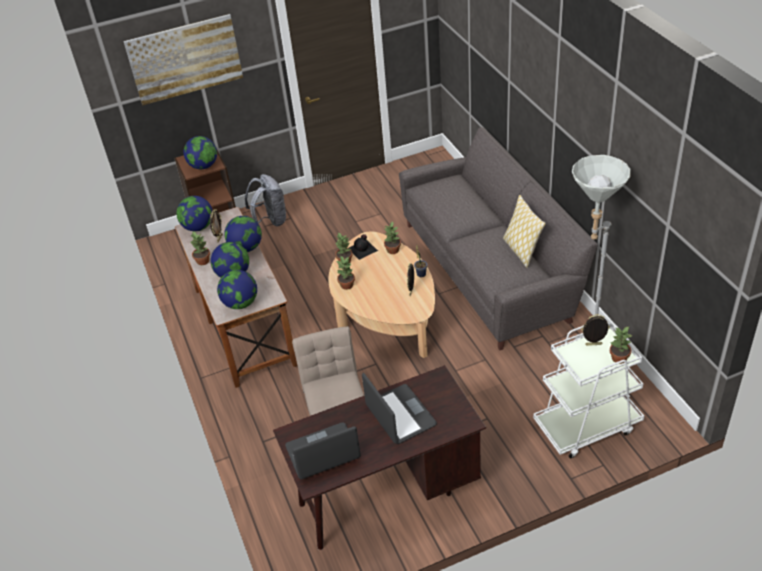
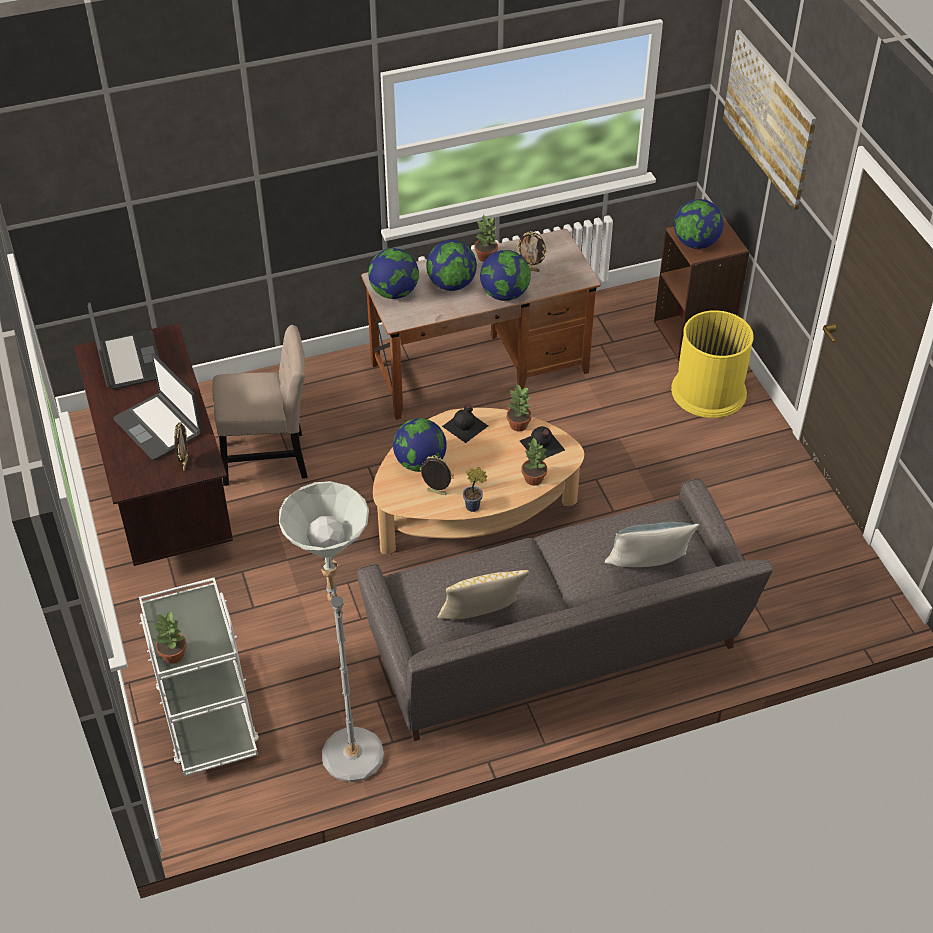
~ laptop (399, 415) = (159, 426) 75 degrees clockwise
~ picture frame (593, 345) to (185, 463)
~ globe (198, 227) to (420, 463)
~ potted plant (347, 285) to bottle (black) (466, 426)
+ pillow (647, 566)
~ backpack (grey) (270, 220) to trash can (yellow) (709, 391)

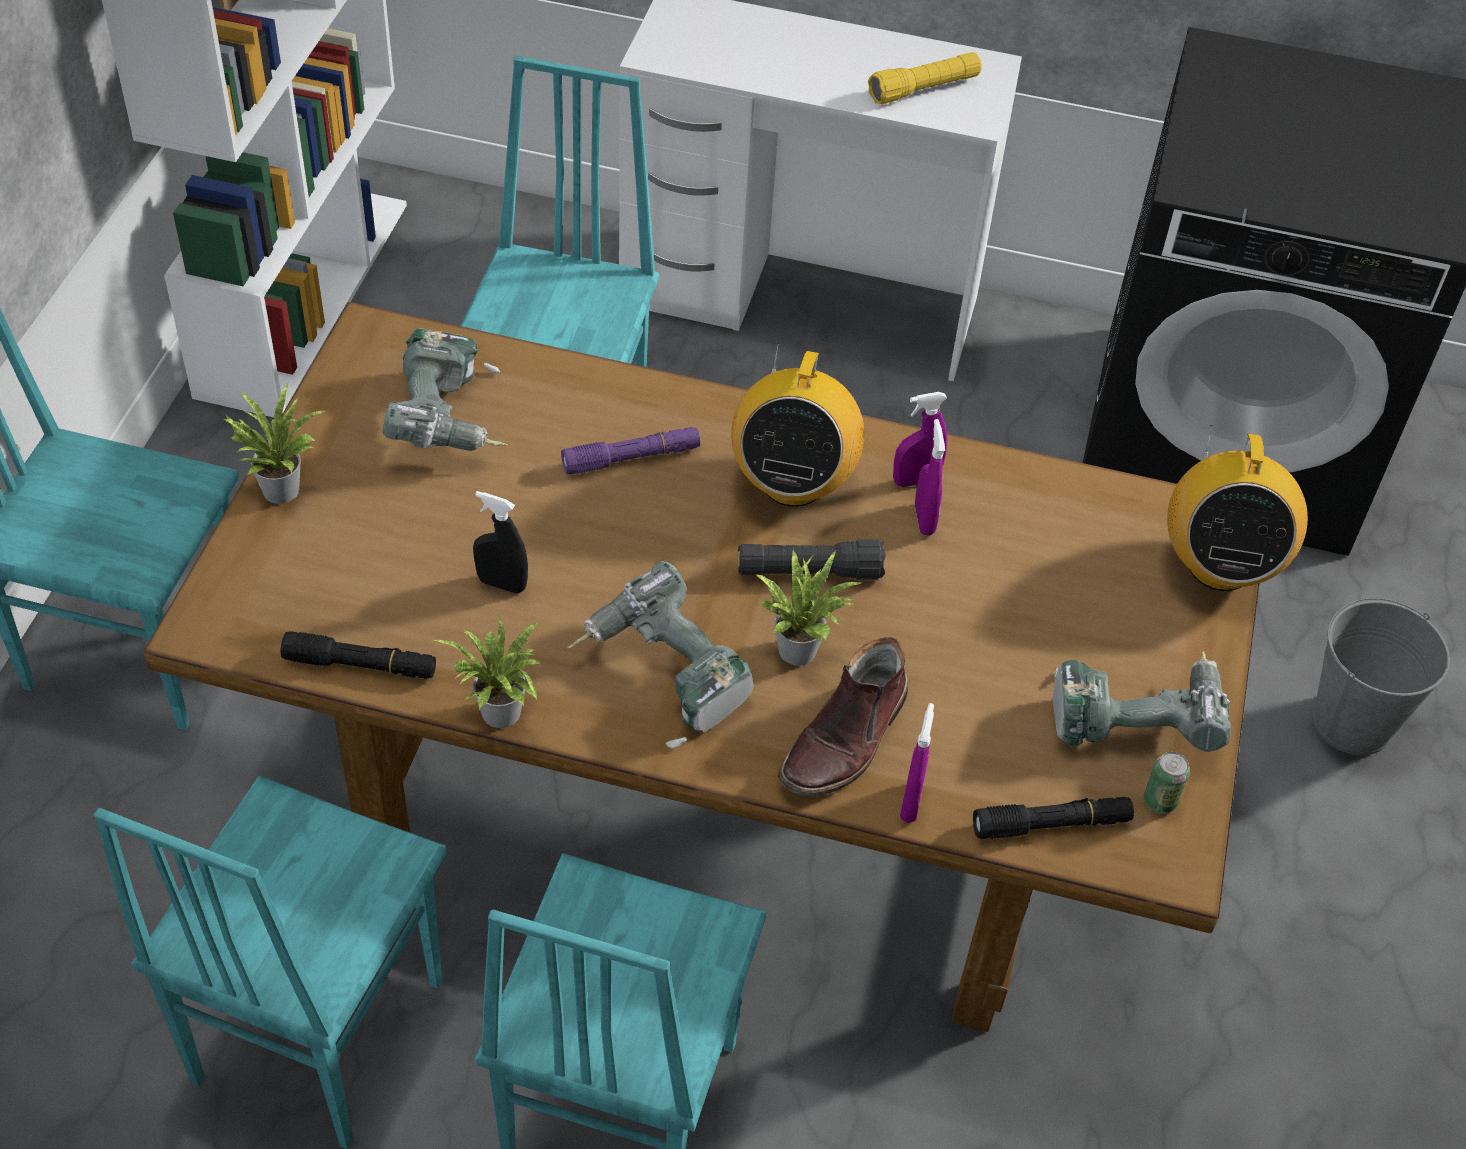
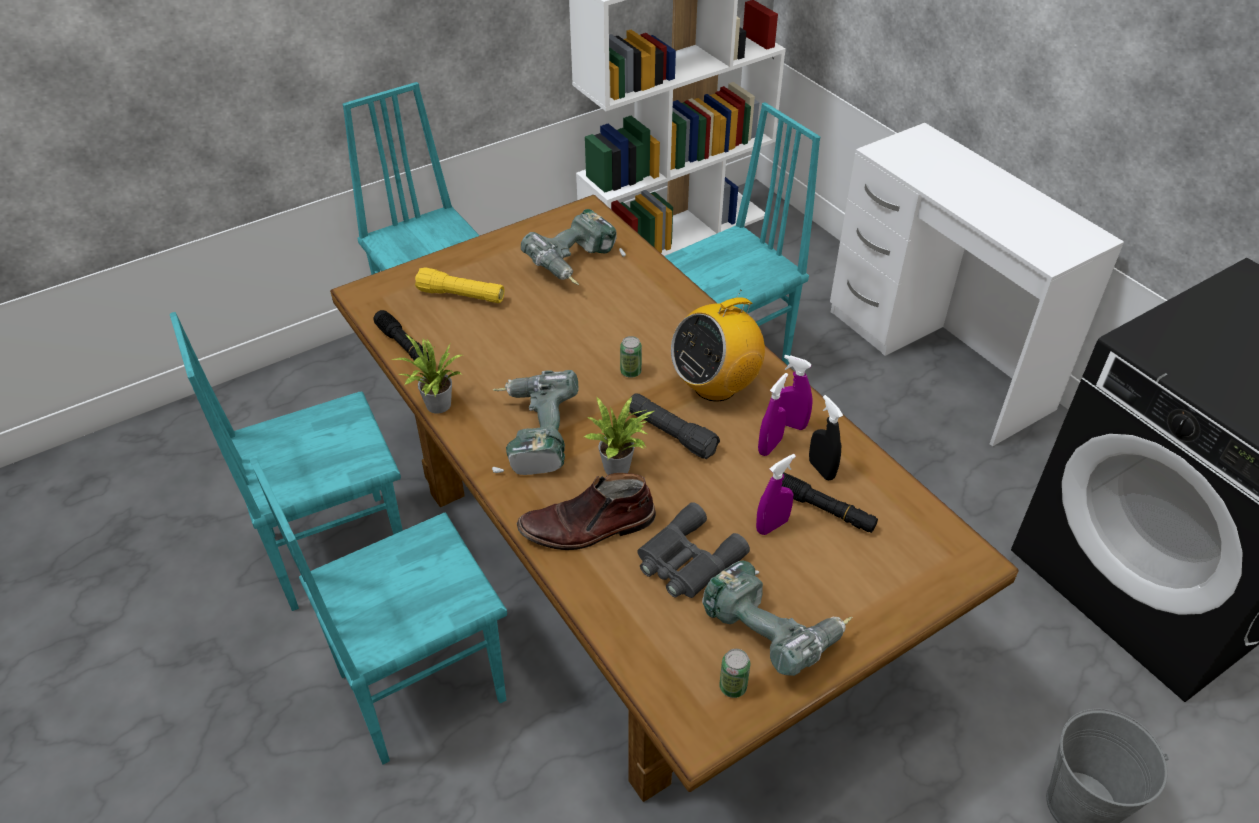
~ flashlight (yellow) (924, 89) to (461, 296)
+ can (630, 372)
+ binoculars (grey) (686, 561)
~ spray bottle (purple) (911, 802) to (772, 525)
~ flashlight (black) (1051, 825) to (823, 509)
~ spray bottle (black) (502, 584) to (821, 469)
- potted plant (279, 487)
- flashlight (purple) (631, 458)
- radio (1219, 565)

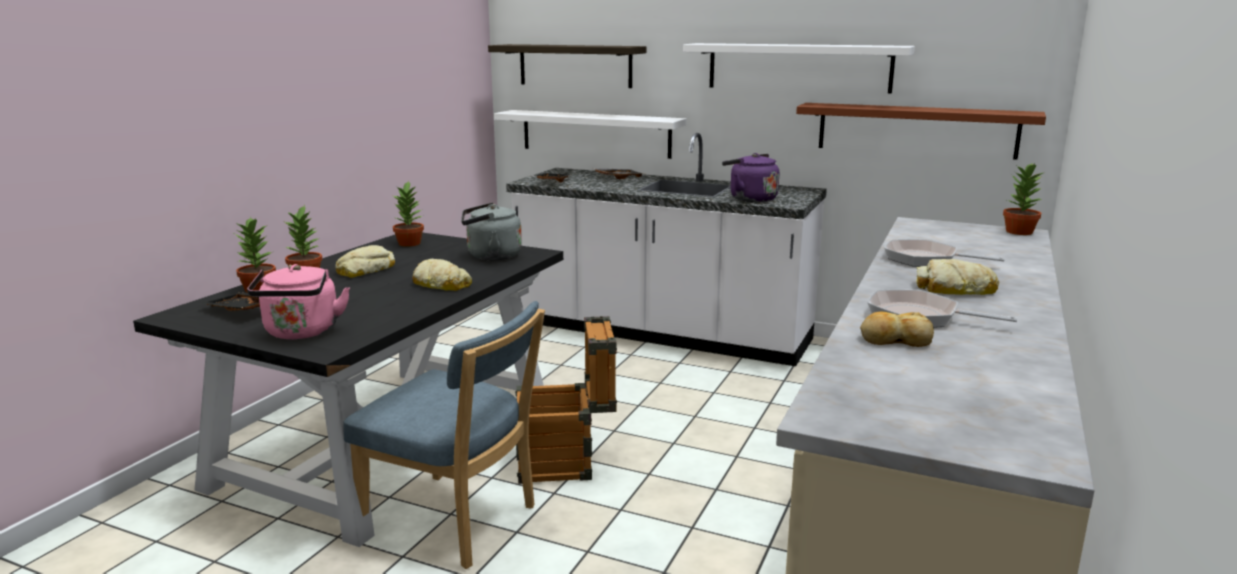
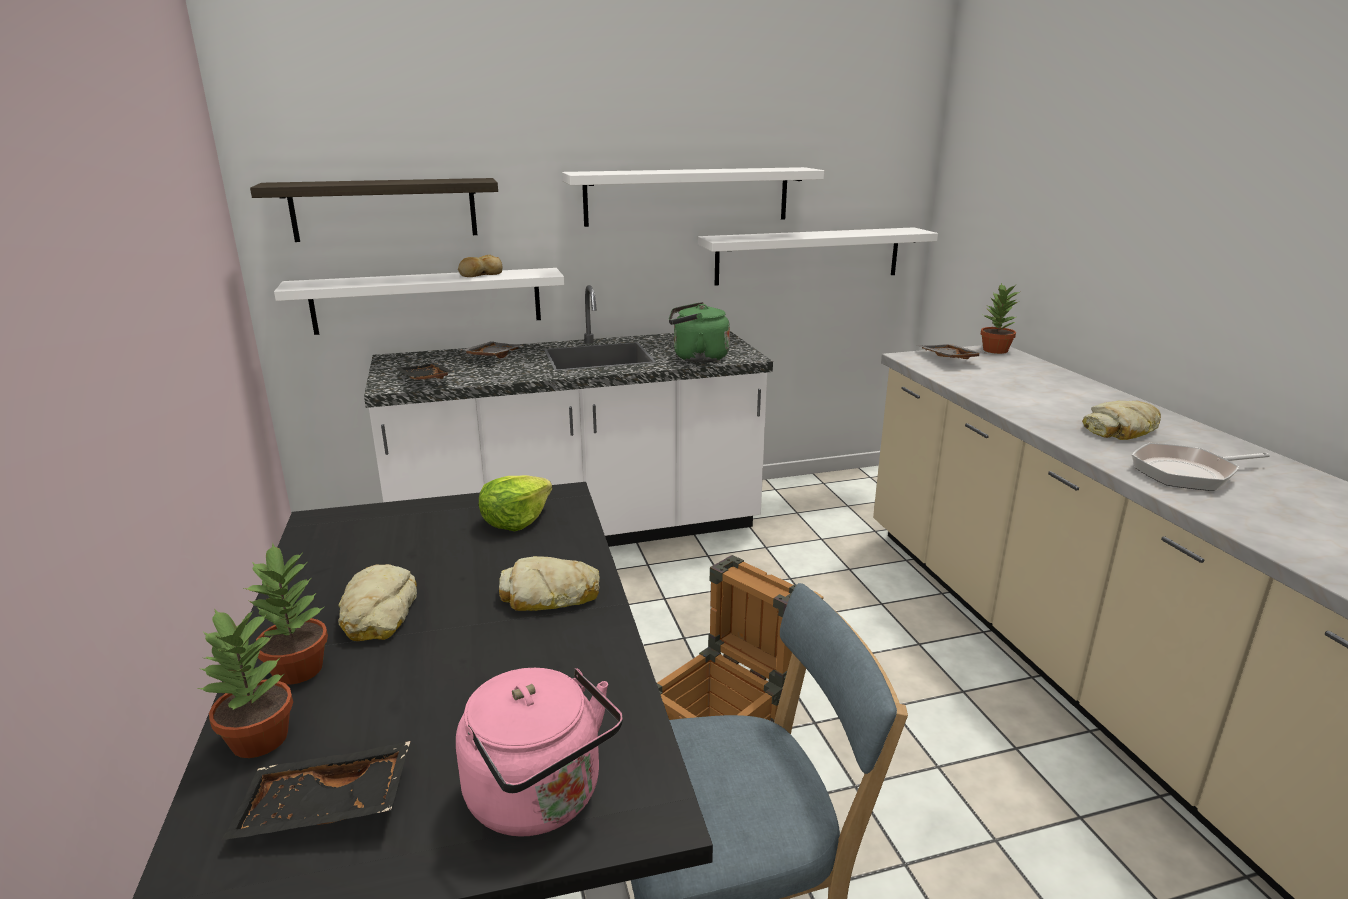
~ bread (894, 340) to (480, 274)
~ kettle (grey) (490, 256) to lettuce (515, 520)
~ kettle (purple) (750, 199) to kettle (green) (697, 358)
~ shelf (brown) (916, 130) to shelf (white) (808, 256)
+ tray (grey) (947, 359)
- potted plant (410, 243)
- frying pan (926, 259)

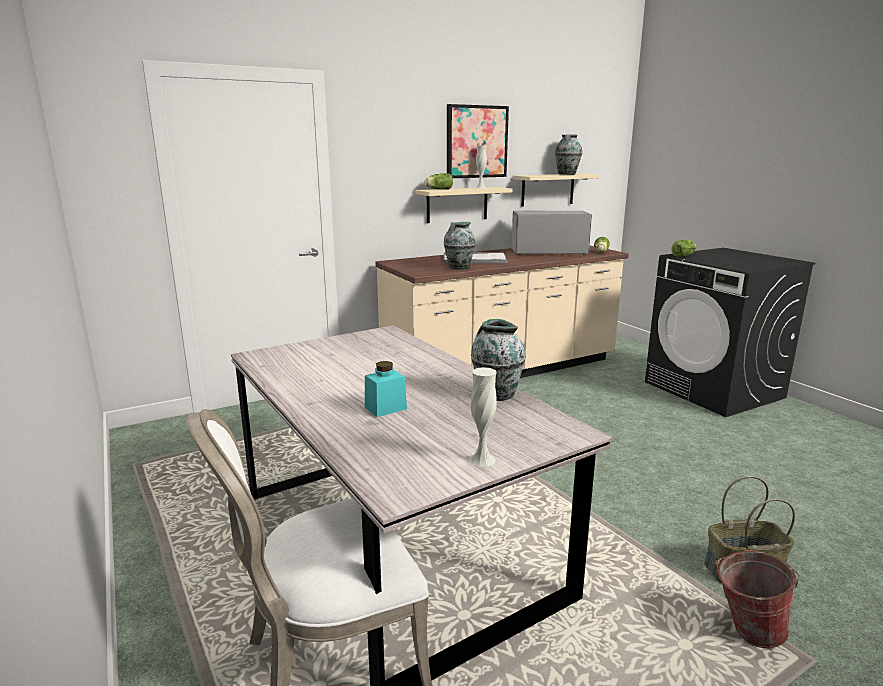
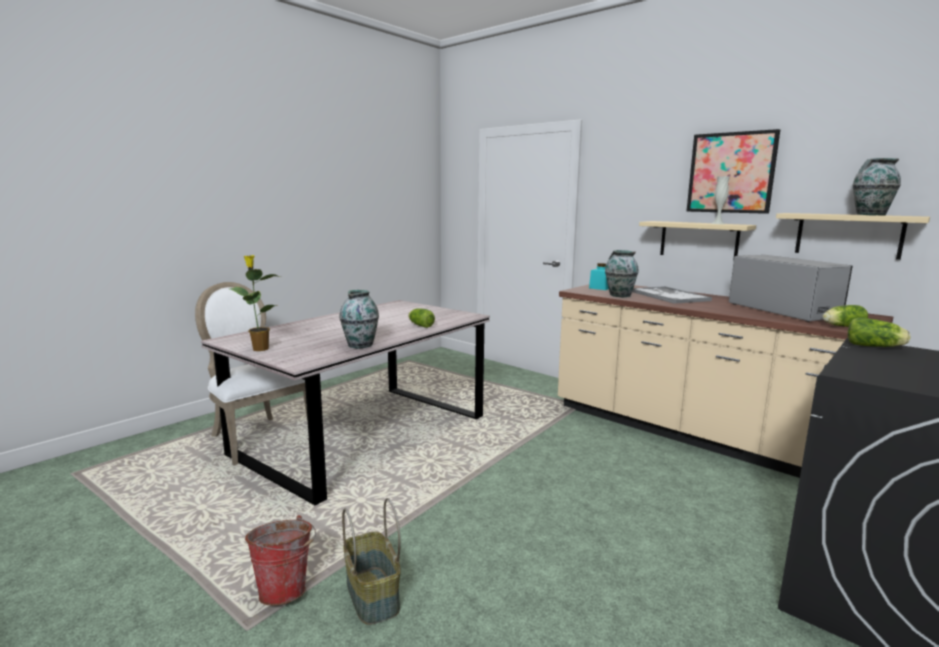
~ vase (white) (482, 459) to potted plant (260, 349)
~ lettuce (438, 189) to (420, 325)
~ jar (turquoise) (385, 408) to (600, 288)

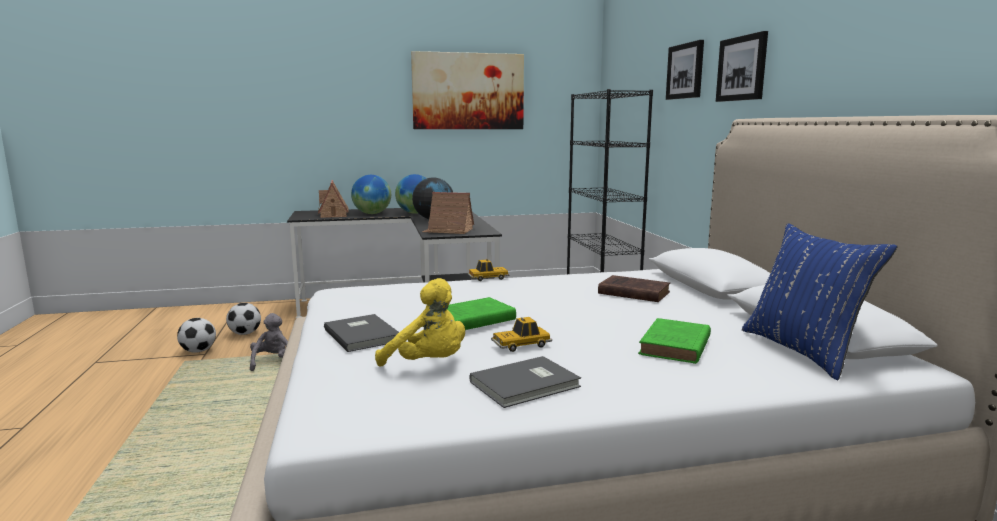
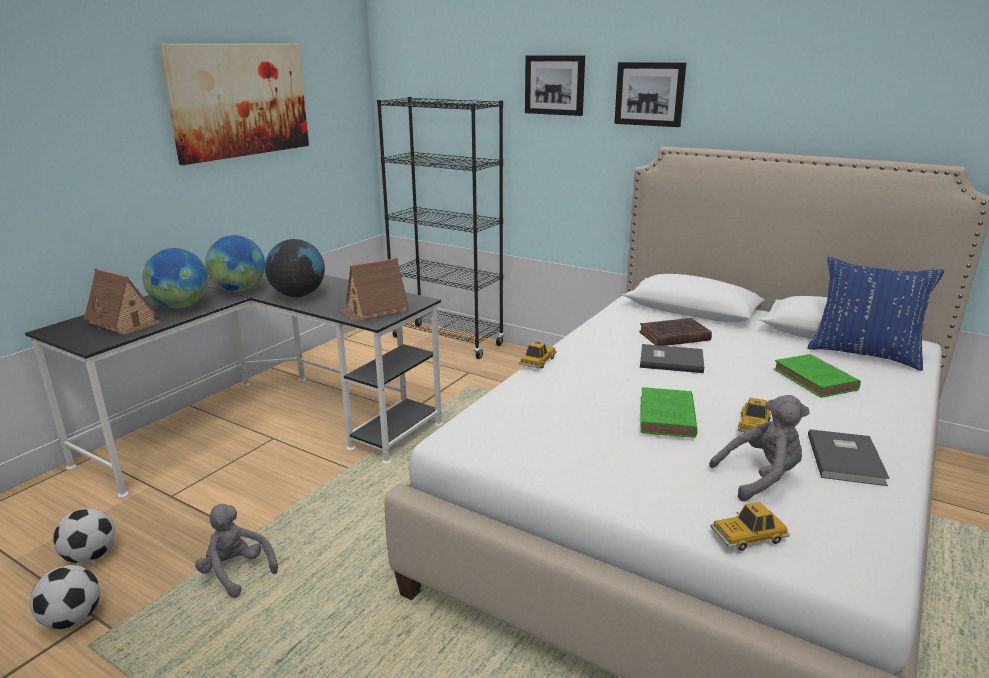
~ book (grey) (363, 334) to (670, 360)
~ plush toy (yellow) (428, 364) to plush toy (grey) (760, 478)
+ toy car (748, 536)

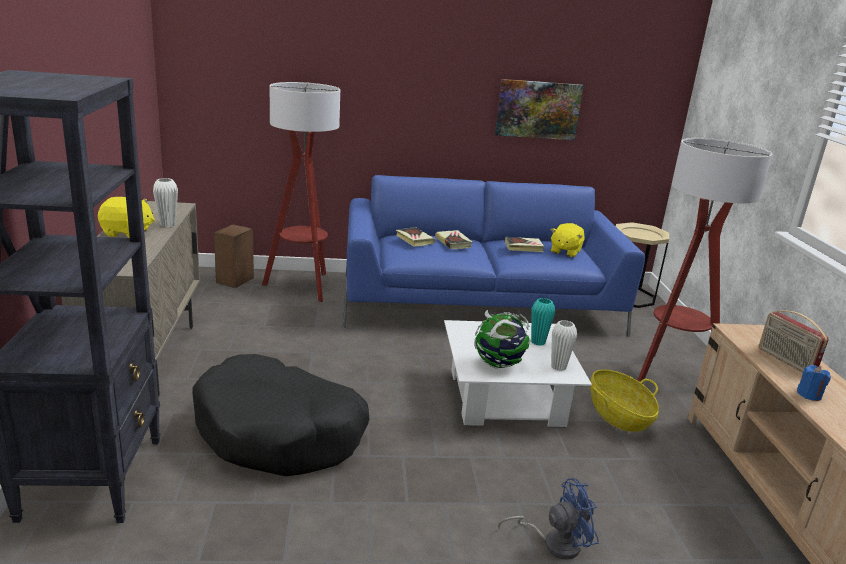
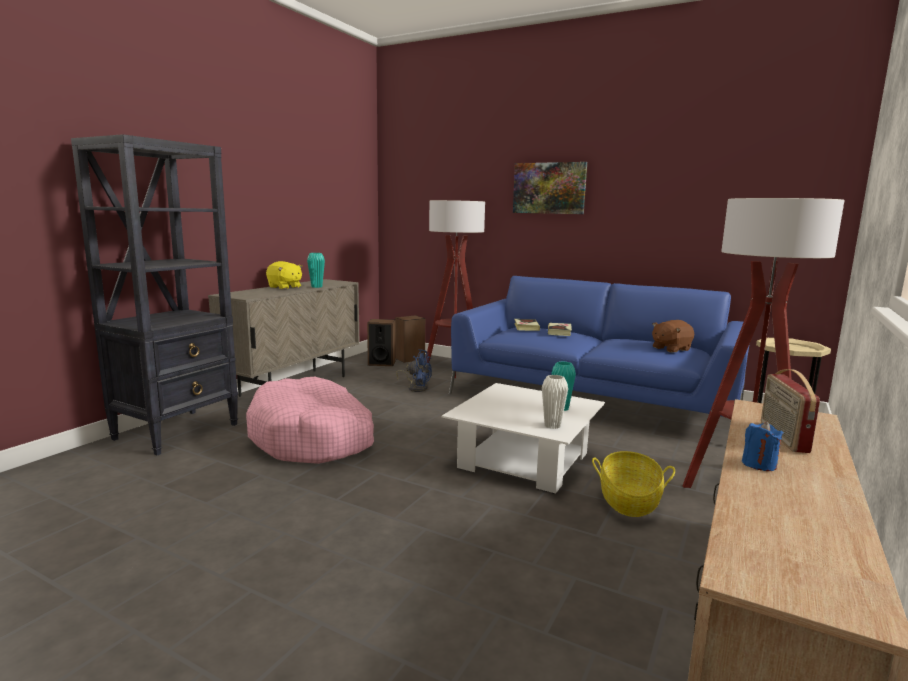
~ dog bed (black) (280, 432) to dog bed (pink) (313, 438)
~ vase (white) (168, 225) to vase (turquoise) (316, 287)
+ speaker (381, 363)
~ fan (blue) (554, 543) to (416, 388)
~ picture (538, 109) to (549, 188)
~ plush toy (yellow) (565, 251) to plush toy (brown) (670, 349)
- globe (499, 364)
- book (523, 247)

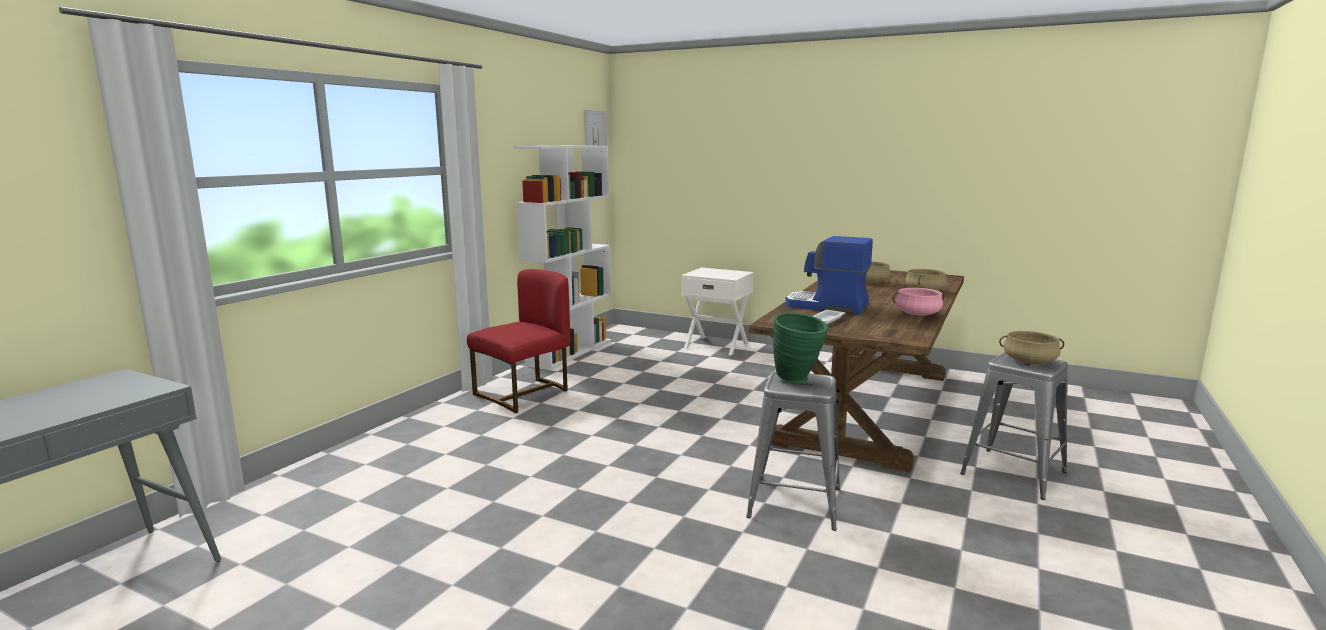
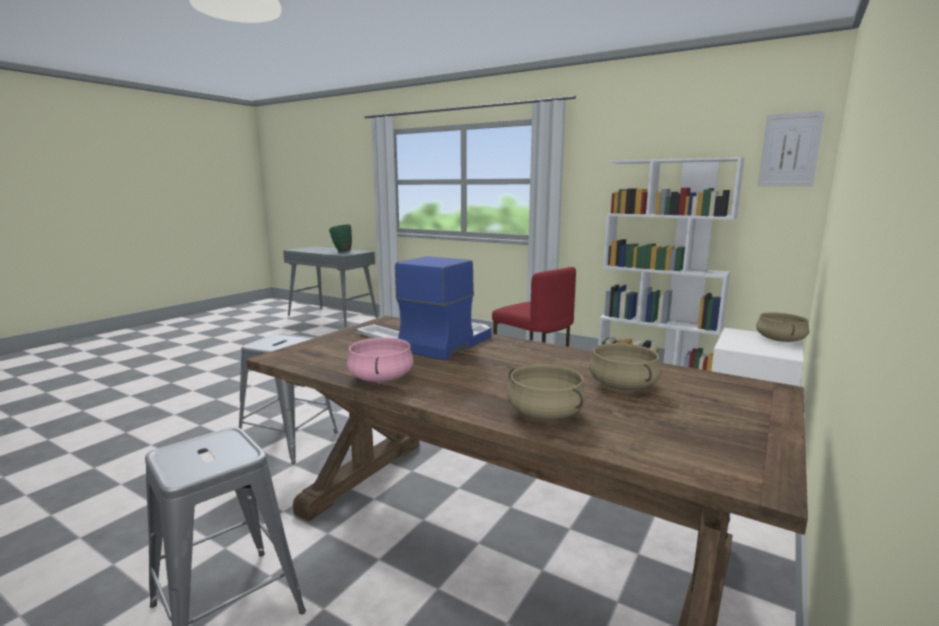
~ vase (green) (798, 380) to (341, 252)
~ cooking pot (beige) (1029, 361) to (780, 340)

